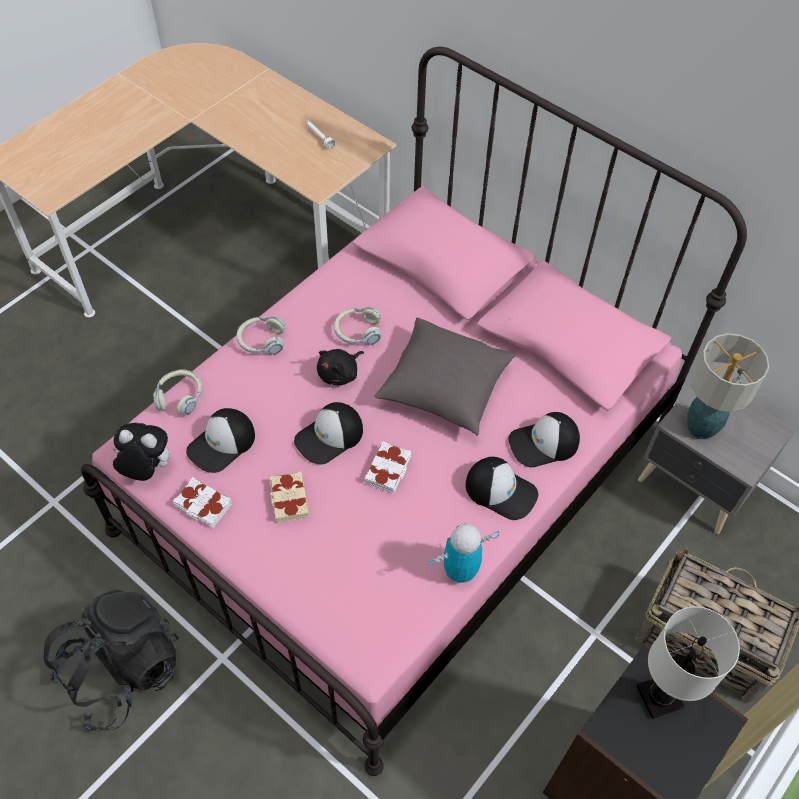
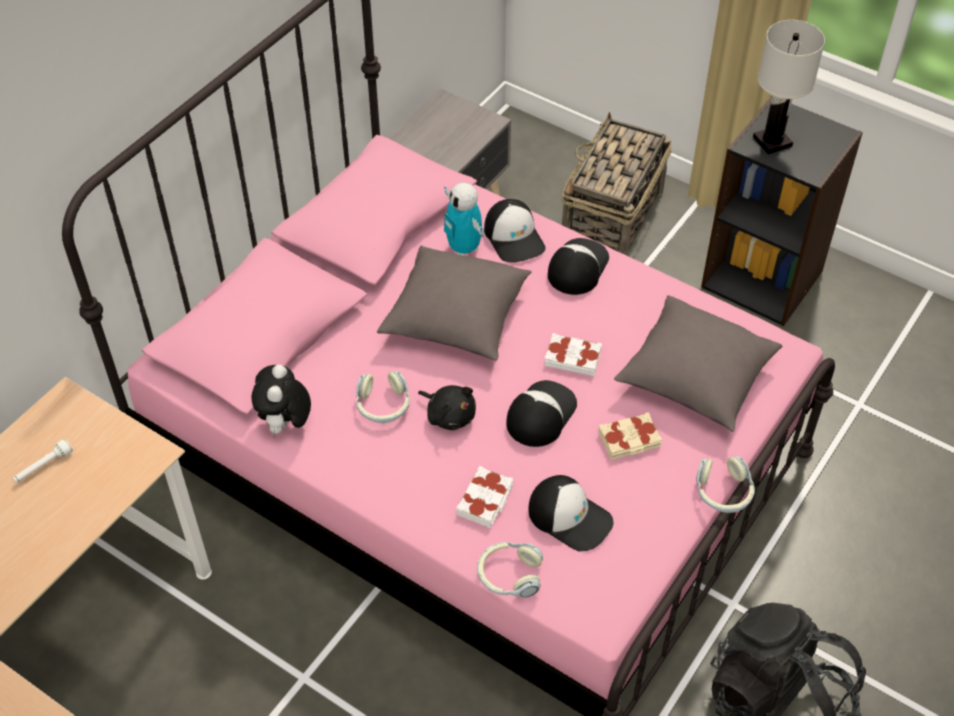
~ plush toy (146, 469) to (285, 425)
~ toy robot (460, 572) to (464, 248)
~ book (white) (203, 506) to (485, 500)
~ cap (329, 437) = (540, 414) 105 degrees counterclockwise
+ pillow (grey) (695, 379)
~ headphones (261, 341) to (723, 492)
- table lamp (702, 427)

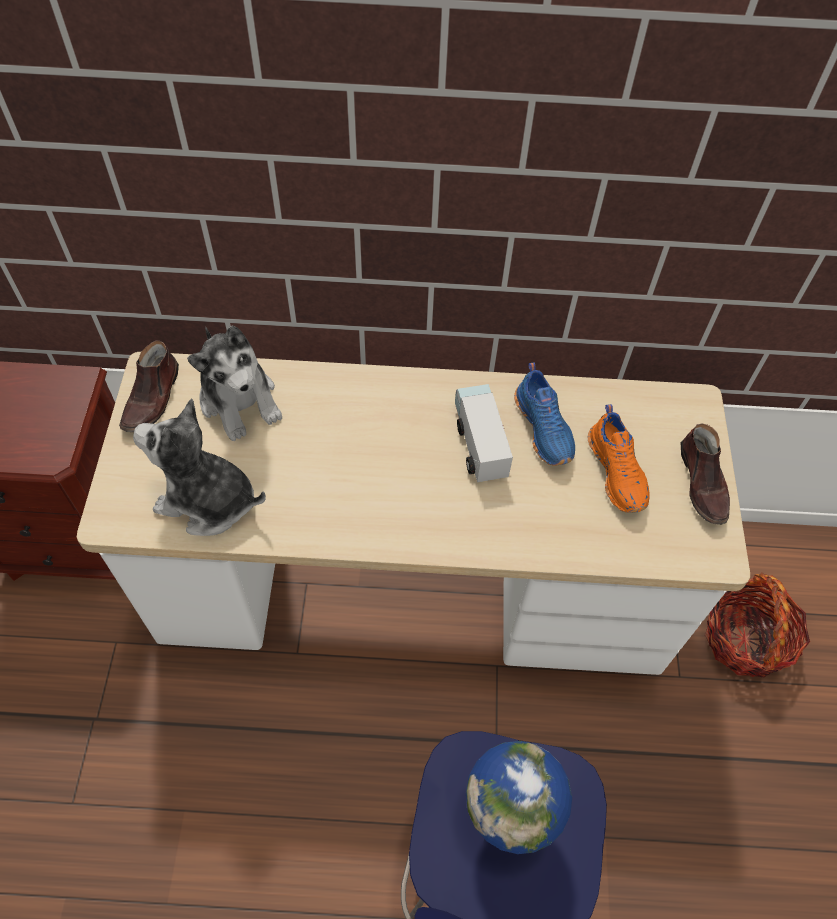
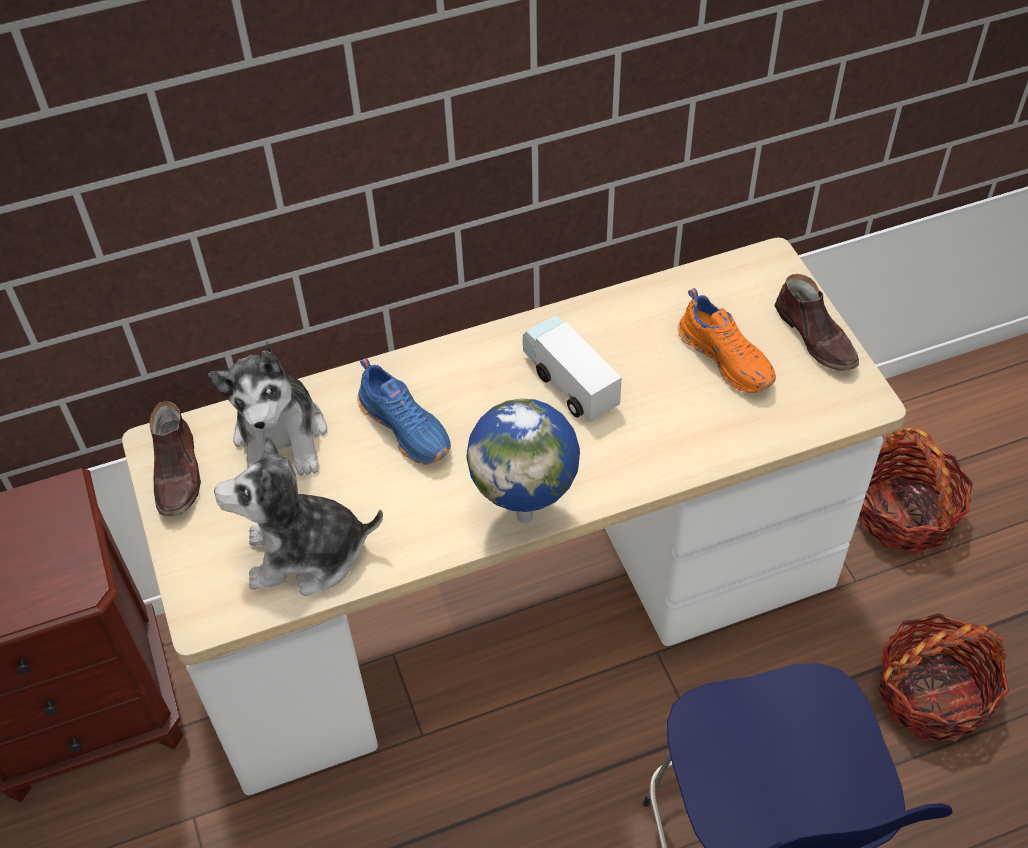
~ plush toy (240, 400) = (281, 437) 45 degrees clockwise
~ shoe (blue) (545, 428) to (407, 427)
~ globe (509, 815) to (526, 514)
+ basket (932, 694)

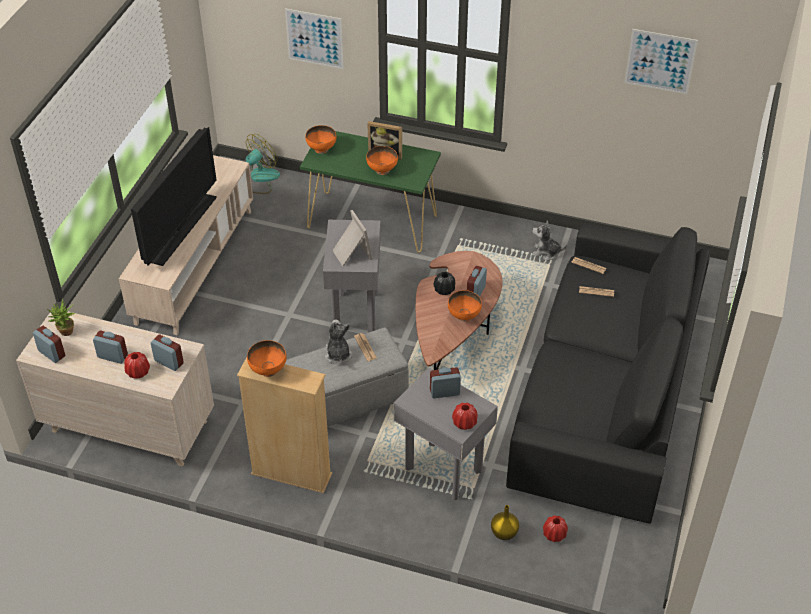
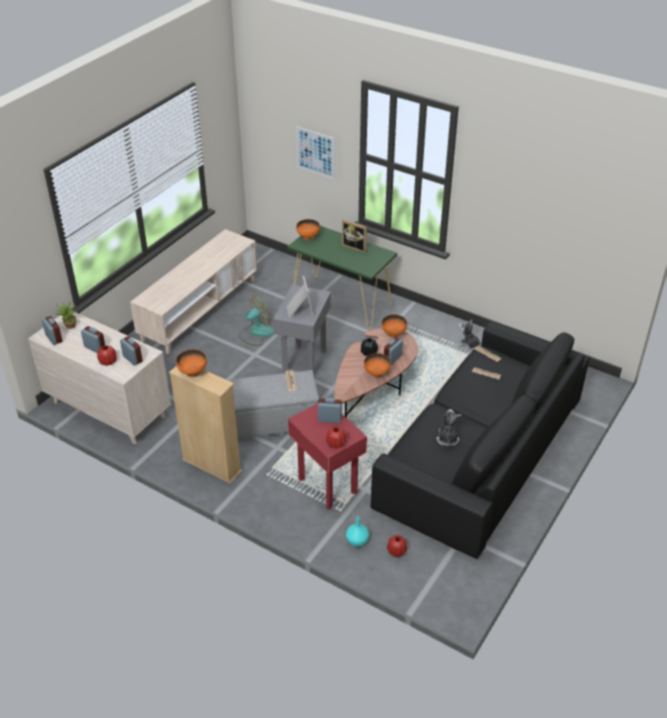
~ fan (259, 179) to (256, 333)
~ side table (grey) (443, 470) to side table (red) (327, 486)
~ vase (yellow) (503, 533) to vase (turquoise) (356, 542)
~ bowl (orange) (382, 170) to (393, 334)
~ plush toy (338, 354) to (447, 439)
- television (181, 228)
- picture (660, 61)

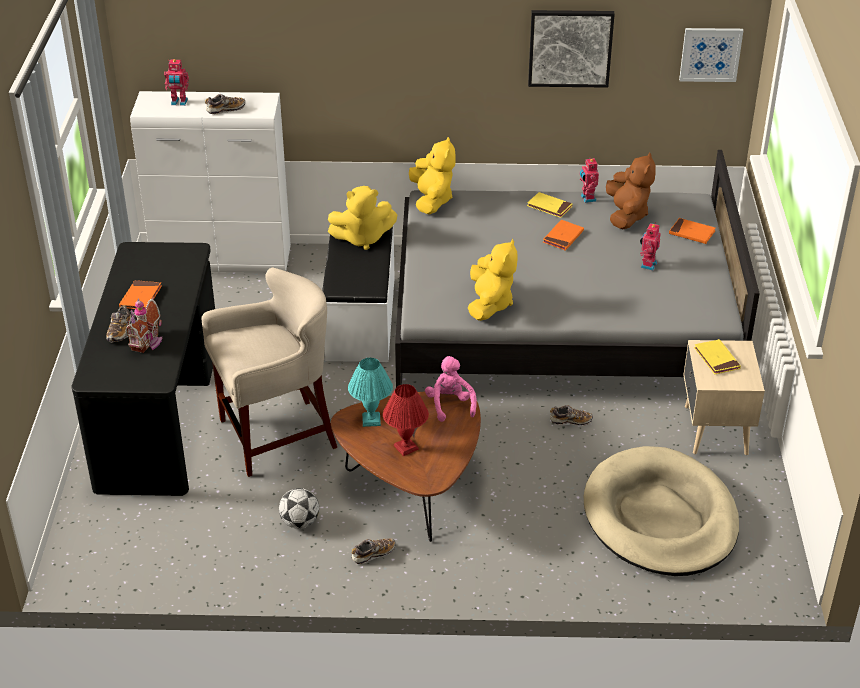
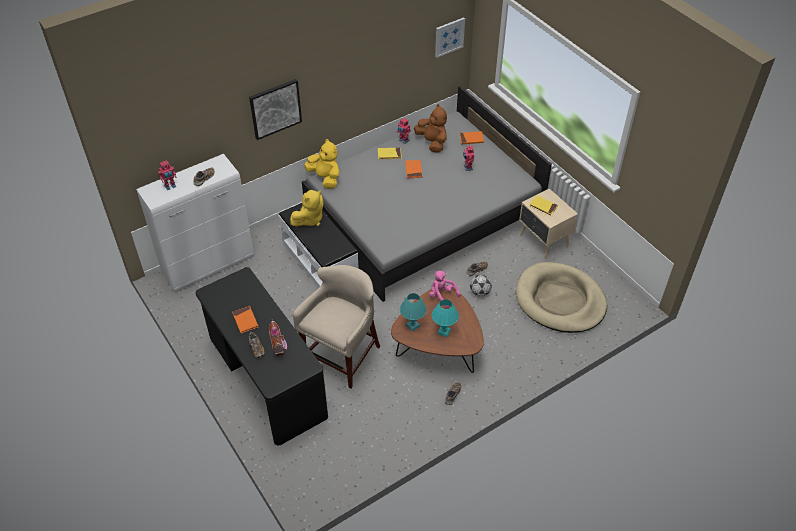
~ picture (570, 48) to (275, 108)
~ table lamp (red) (405, 447) to table lamp (turquoise) (443, 331)
~ football (300, 522) to (479, 292)
- plush toy (yellow) (489, 304)

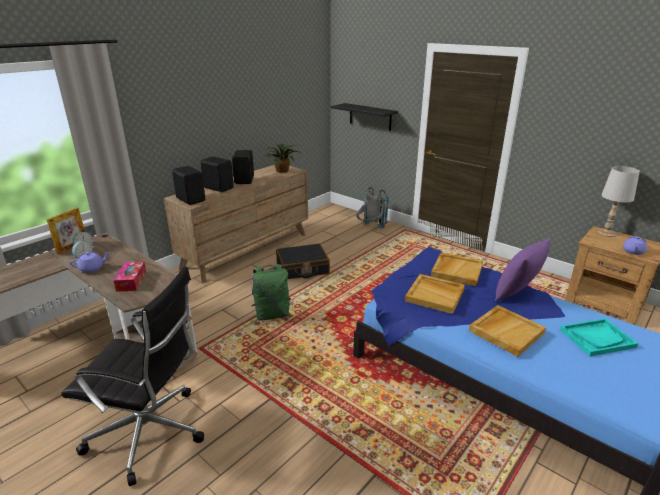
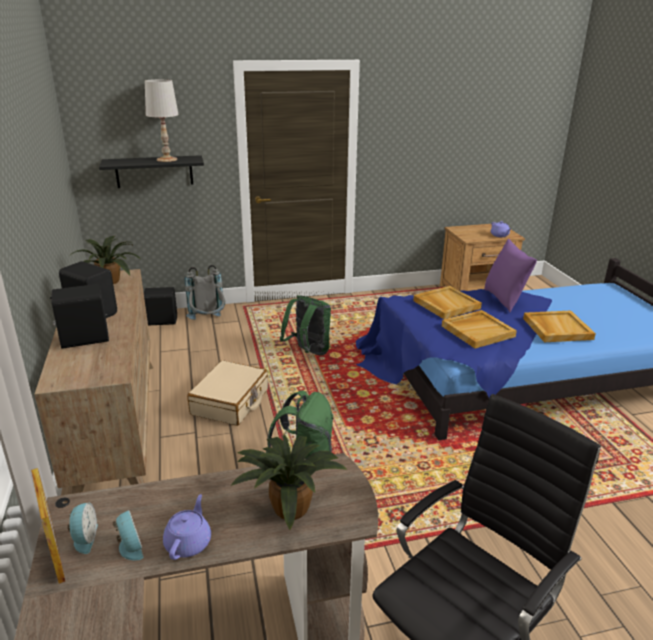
~ speaker (black) (191, 199) to (161, 321)
~ table lamp (white) (607, 233) to (167, 159)
~ suitcase (black) (302, 268) to suitcase (beige) (230, 402)
~ tissue box (131, 281) to potted plant (288, 506)
+ backpack (green) (308, 352)
- tray (turquoise) (597, 338)

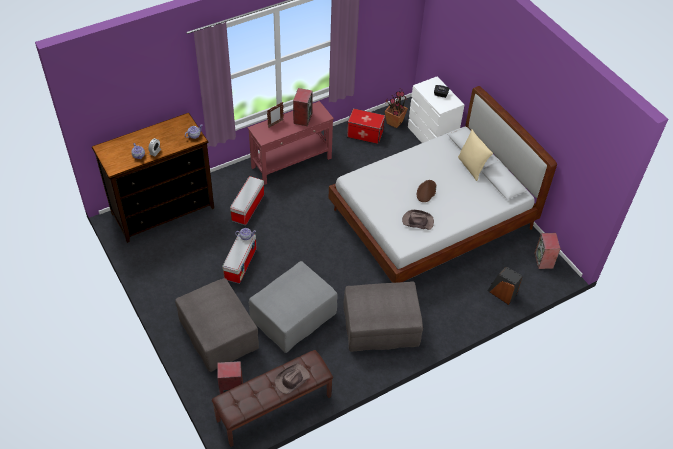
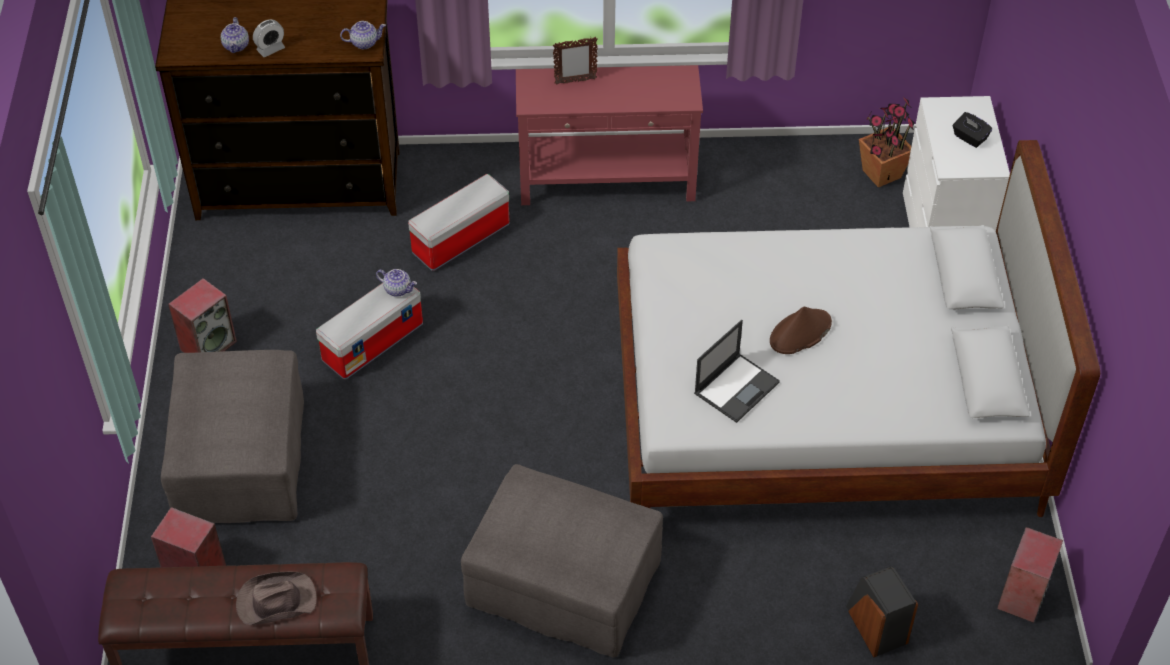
~ speaker (302, 118) to (208, 345)
~ hat (brown) (417, 221) to laptop (737, 387)
- ottoman (grey) (293, 316)
- storage box (365, 133)
- pillow (beige) (471, 167)

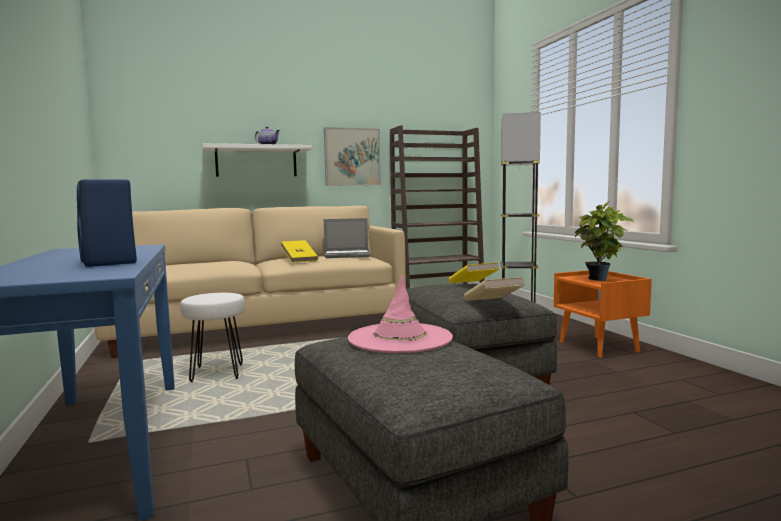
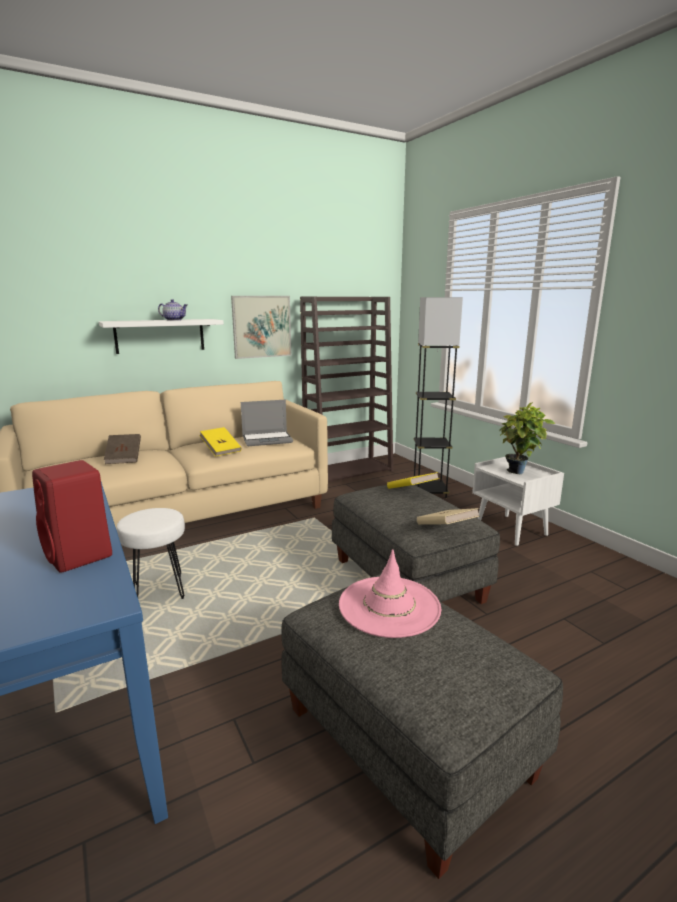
~ speaker (blue) (110, 263) to speaker (red) (80, 556)
+ book (brown) (124, 458)
~ nightstand (orange) (599, 347) to nightstand (white) (512, 530)

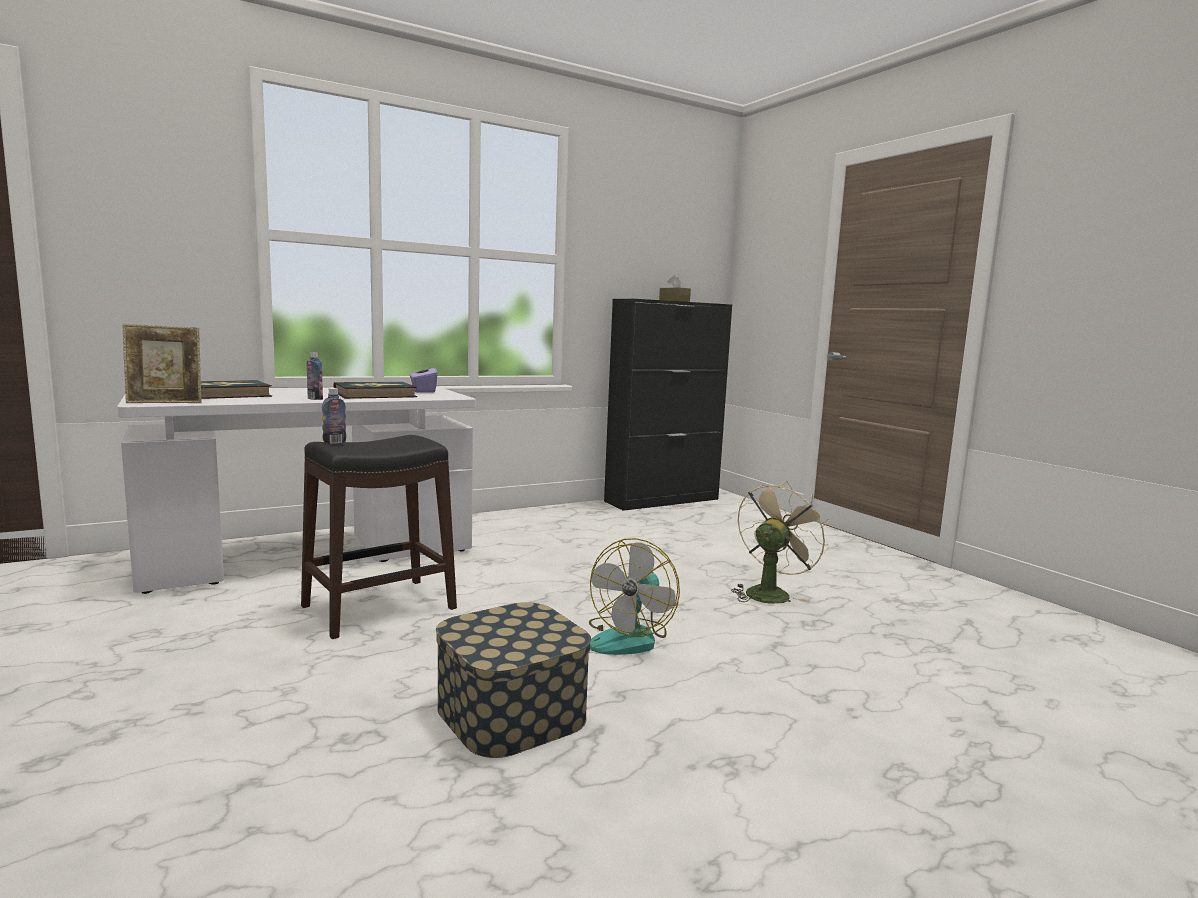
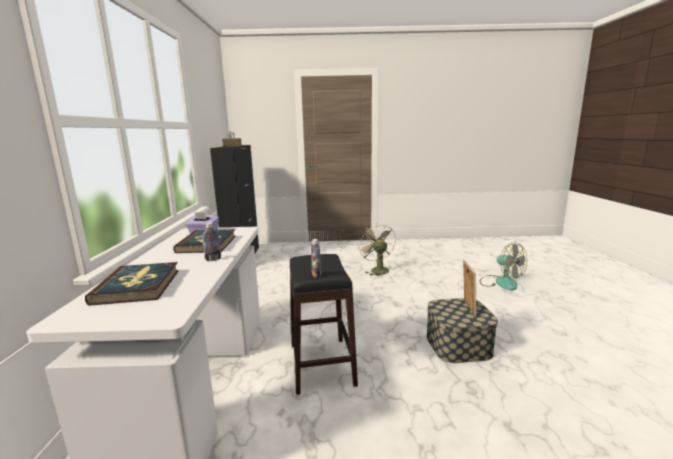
~ picture frame (165, 403) to (468, 307)
~ fan (630, 638) to (500, 282)

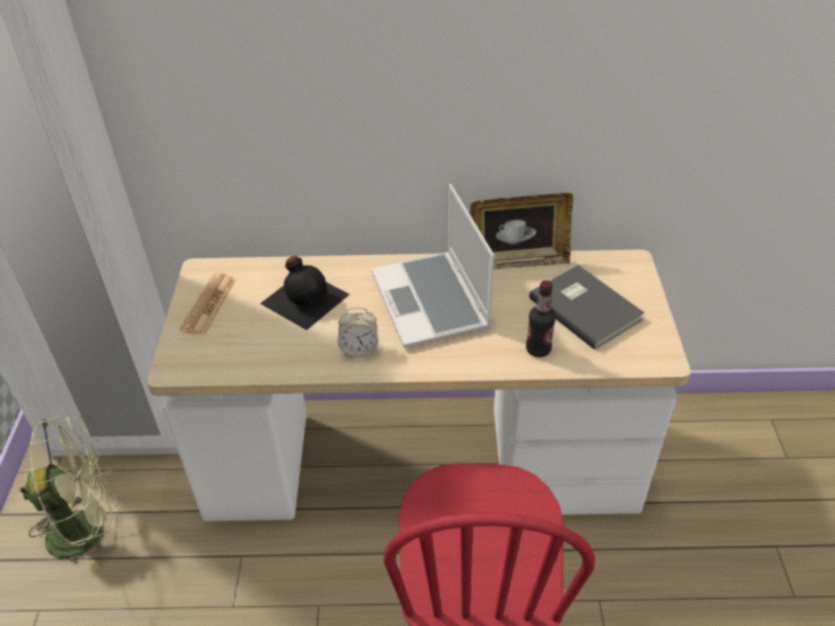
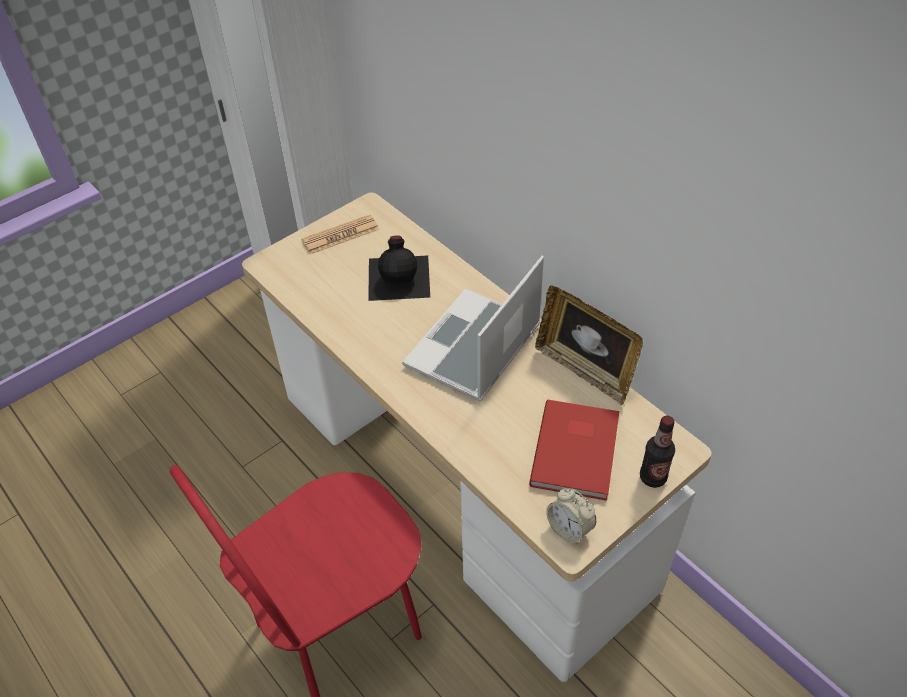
~ book (grey) (585, 307) to book (red) (578, 450)
~ alarm clock (359, 350) to (569, 529)
~ bottle (538, 349) to (653, 477)
- fan (green) (88, 529)

